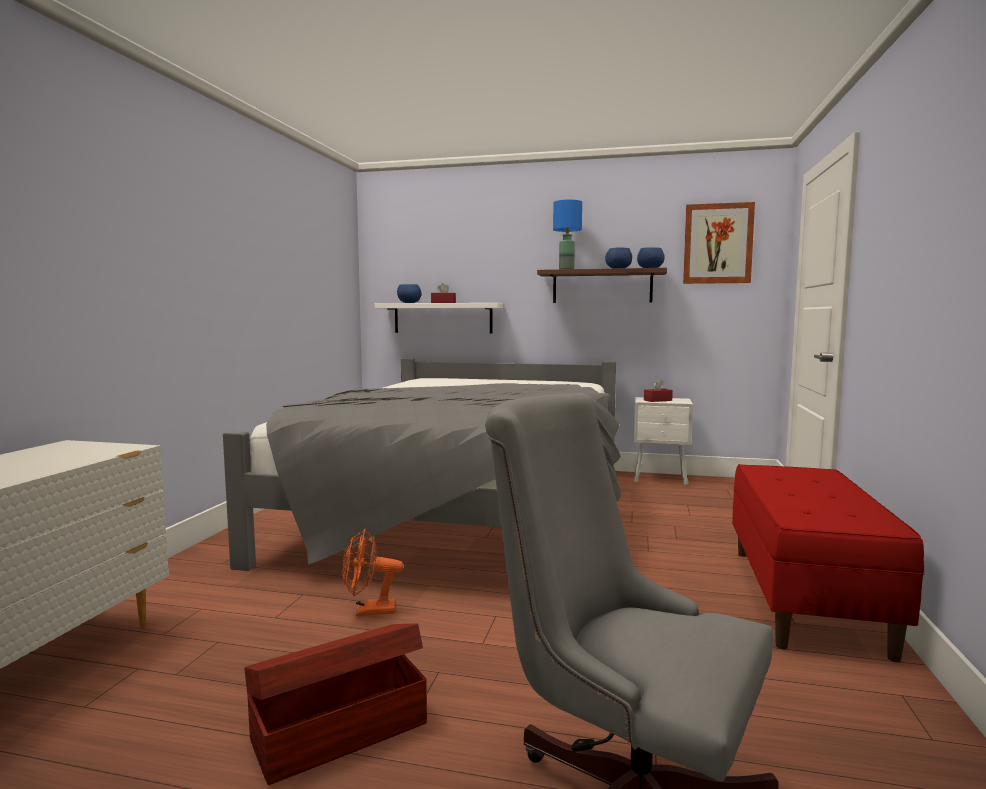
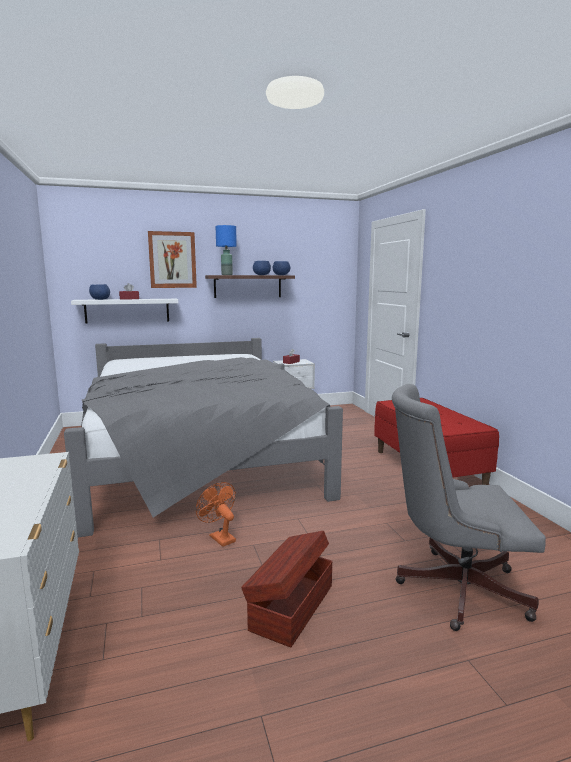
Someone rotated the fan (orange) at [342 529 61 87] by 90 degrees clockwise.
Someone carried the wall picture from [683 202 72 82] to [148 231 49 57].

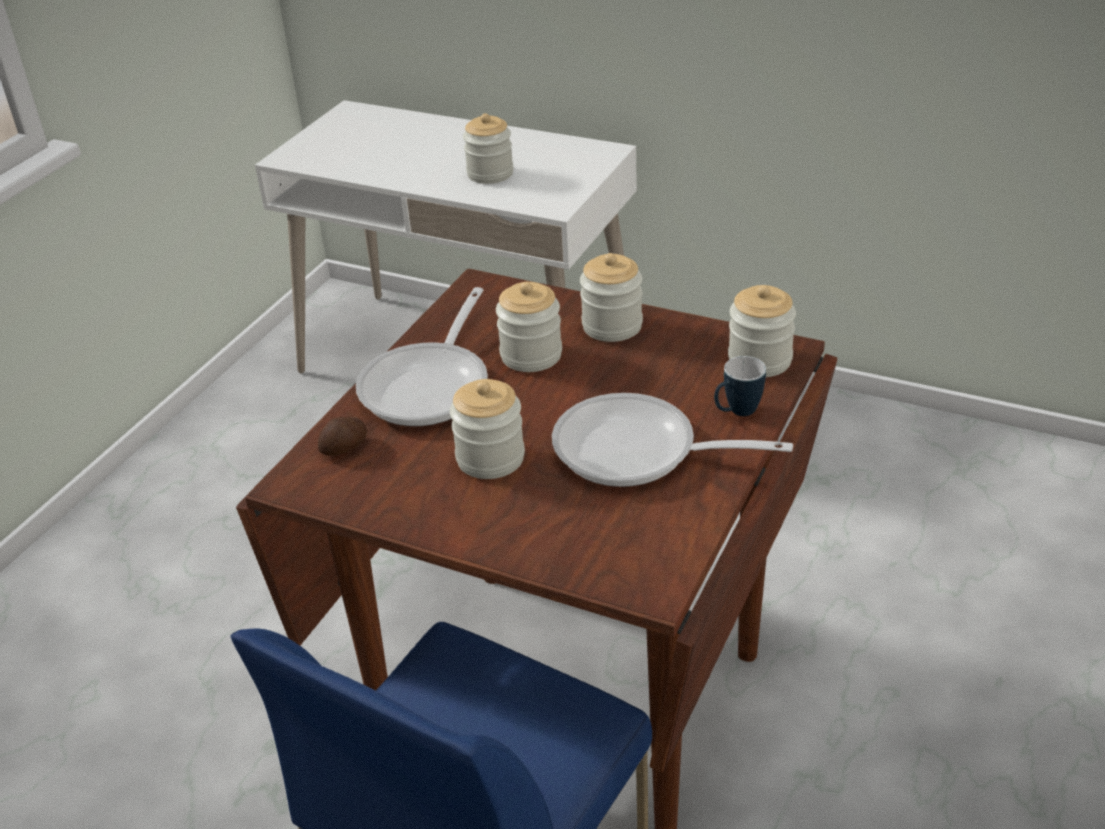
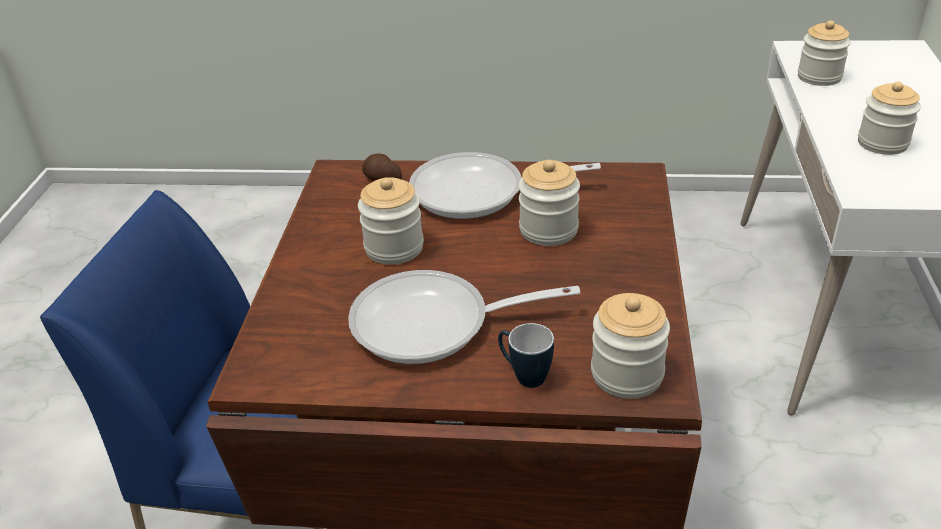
Someone rotated the skillet at [552 393 241 94] by 90 degrees counterclockwise.
Someone carried the jar from [580 253 63 89] to [798 20 53 66].

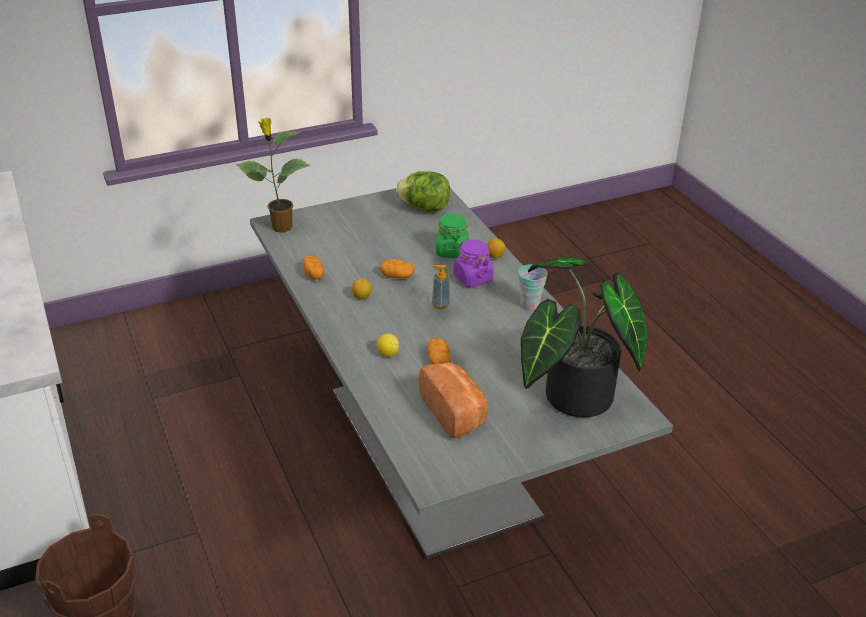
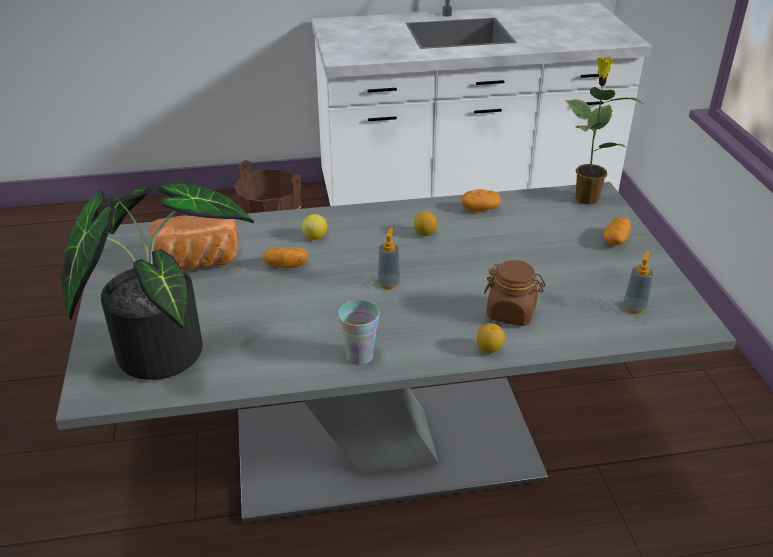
Someone carried the whole potato from [380 259 35 19] to [604 217 27 28].
Someone swapped the lettuce at [396 171 54 41] for the soap bottle at [623 251 30 63].
Someone repainted the jar (green) at [436 213 33 45], which became the jar (brown) at [484 260 62 66].
Someone took away the jar (purple-coloured) at [453 240 41 48].

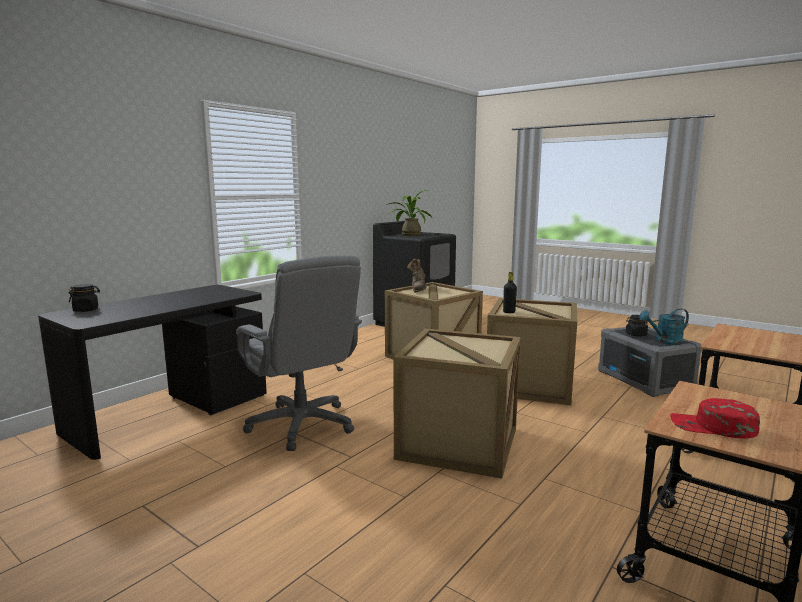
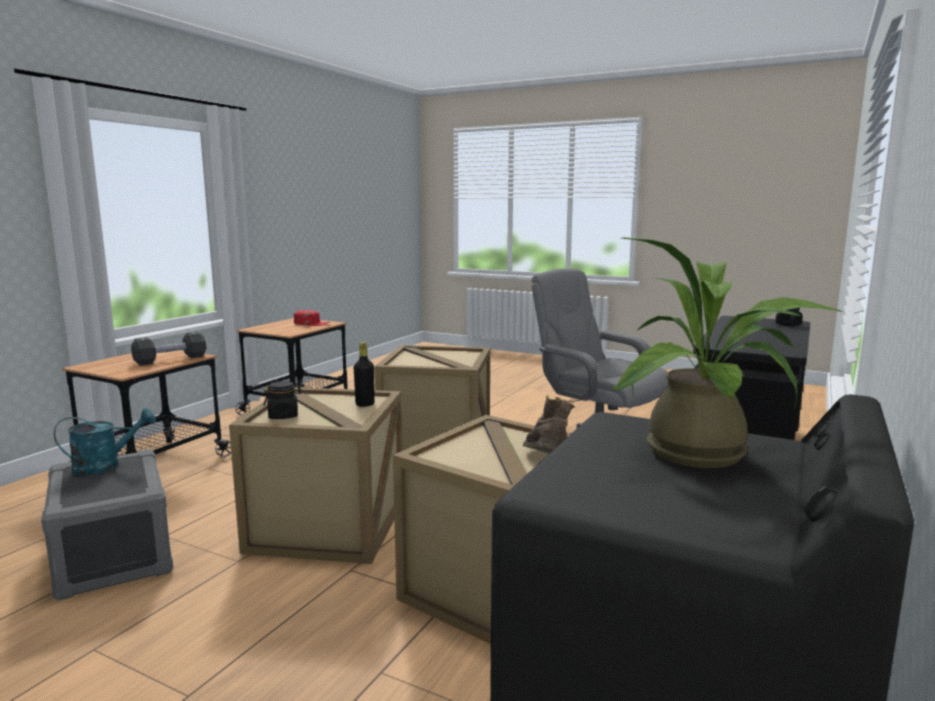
Someone carried the jar (blackish) from [626 315 22 21] to [263 381 39 38].
Someone put down the free weight (blackish) at [131 332 75 33].

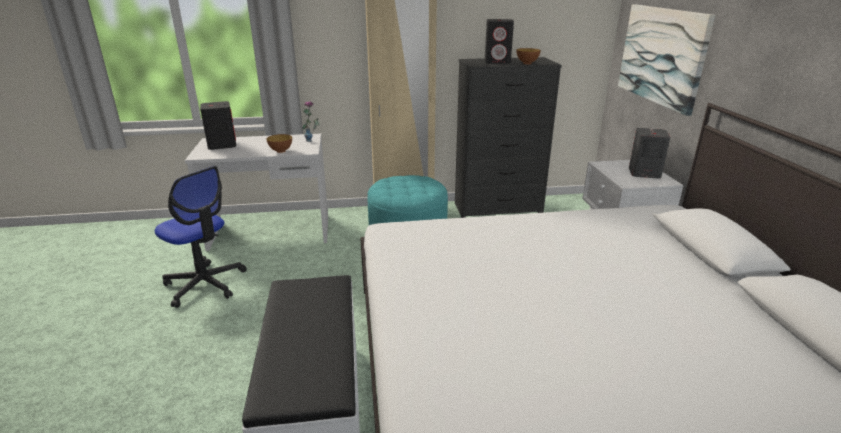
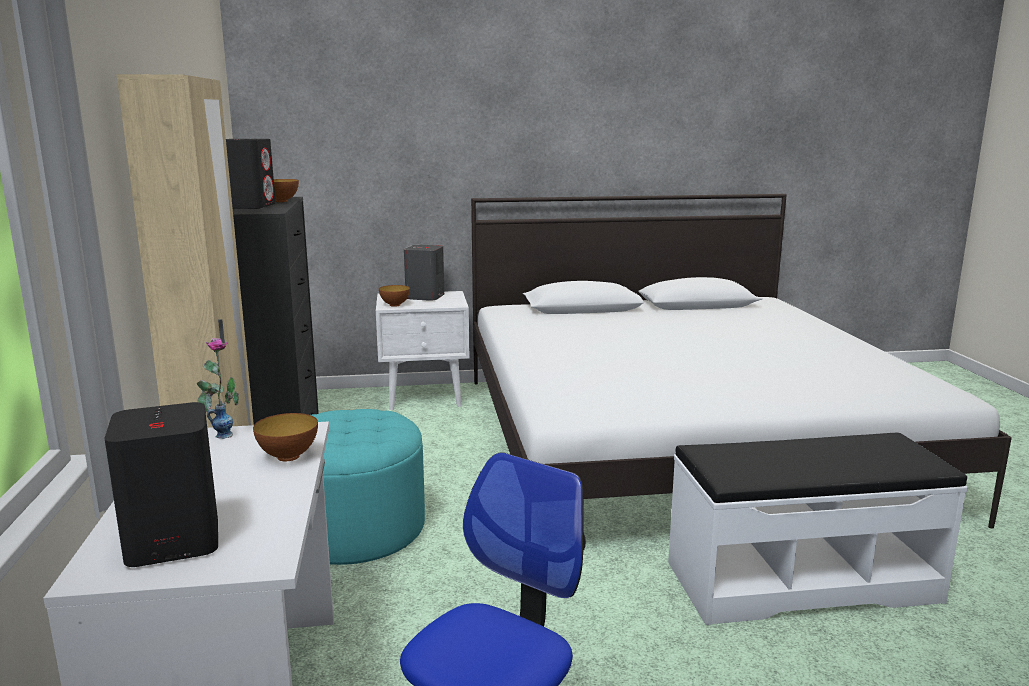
Someone took away the wall picture at [618 4 97 112].
Someone put down the bowl at [379 285 31 22].

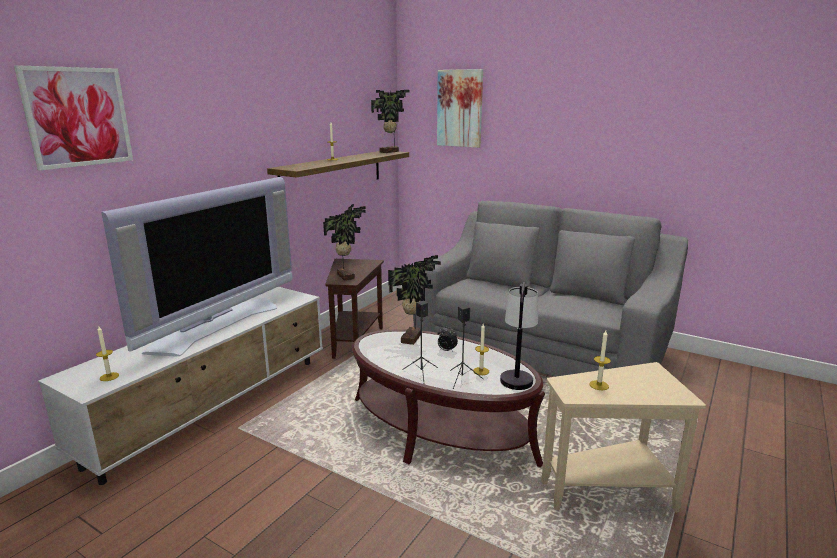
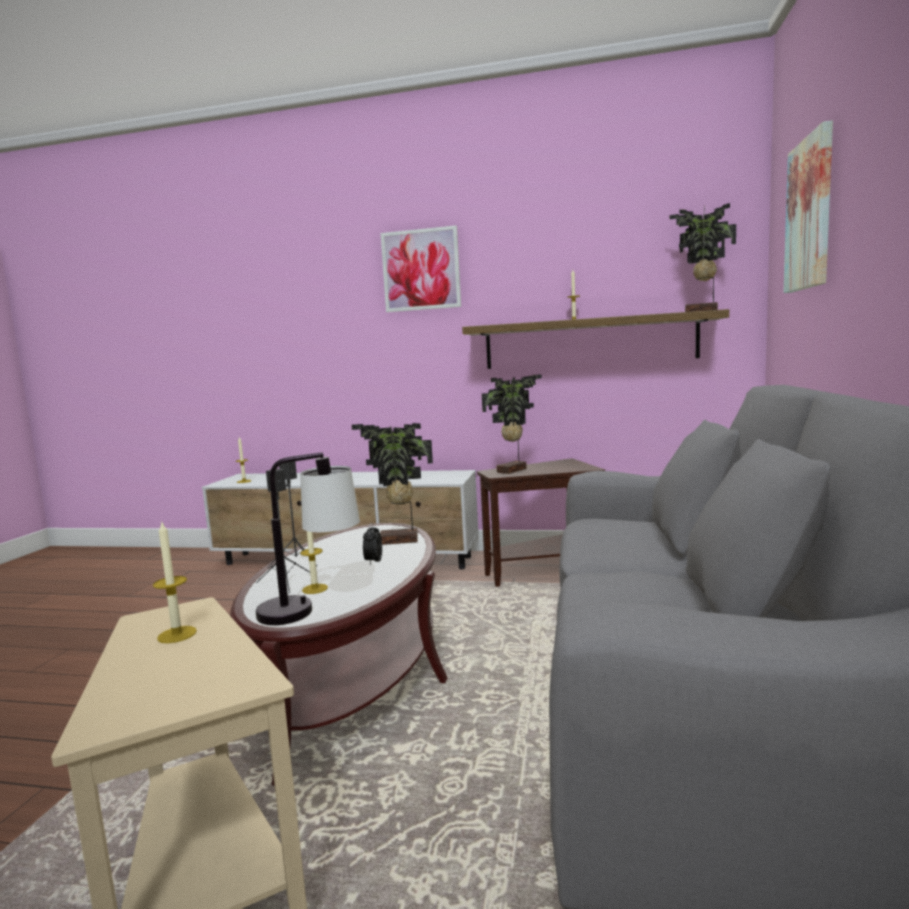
Someone carried the wall picture from [14 65 119 106] to [380 225 81 87].
Someone took away the TV at [101 177 191 179].

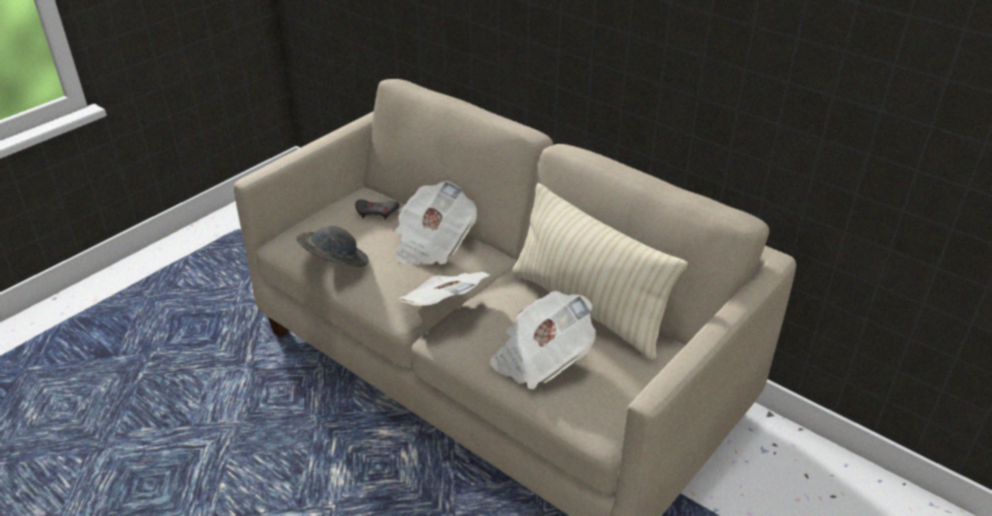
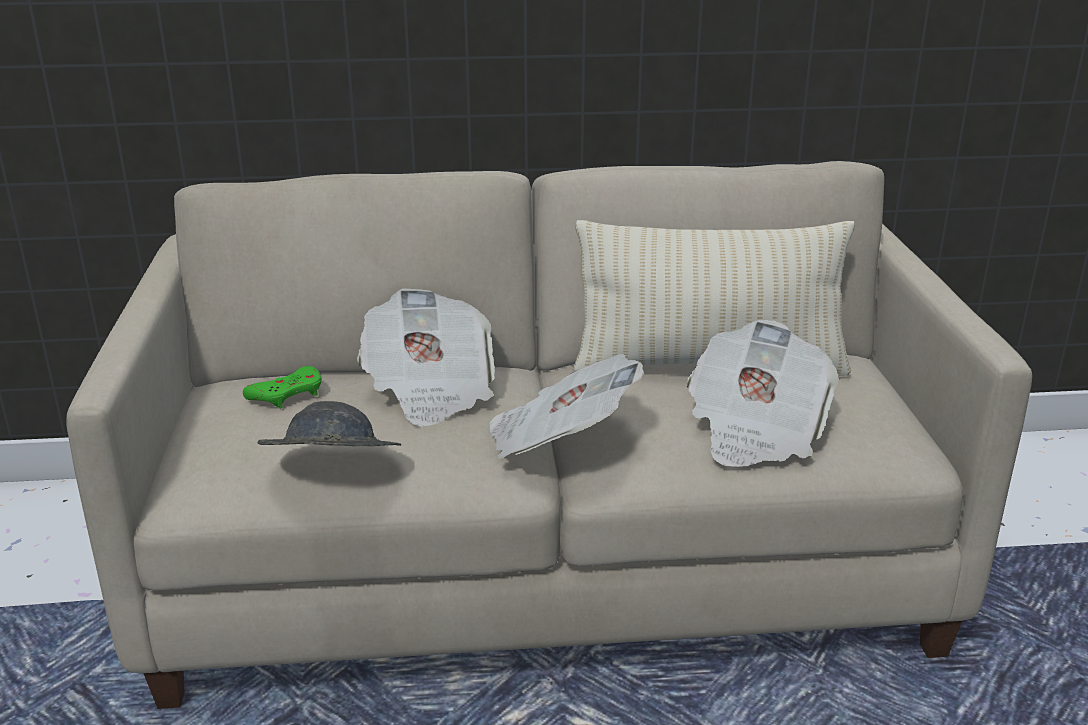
Someone repainted the gamepad (gray) at [355 199 45 21], which became the gamepad (green) at [243 366 79 43].

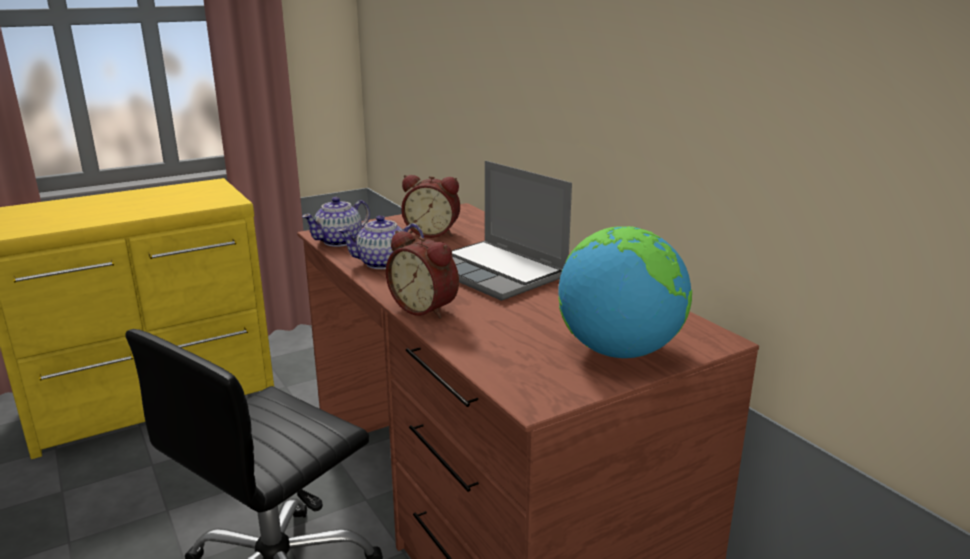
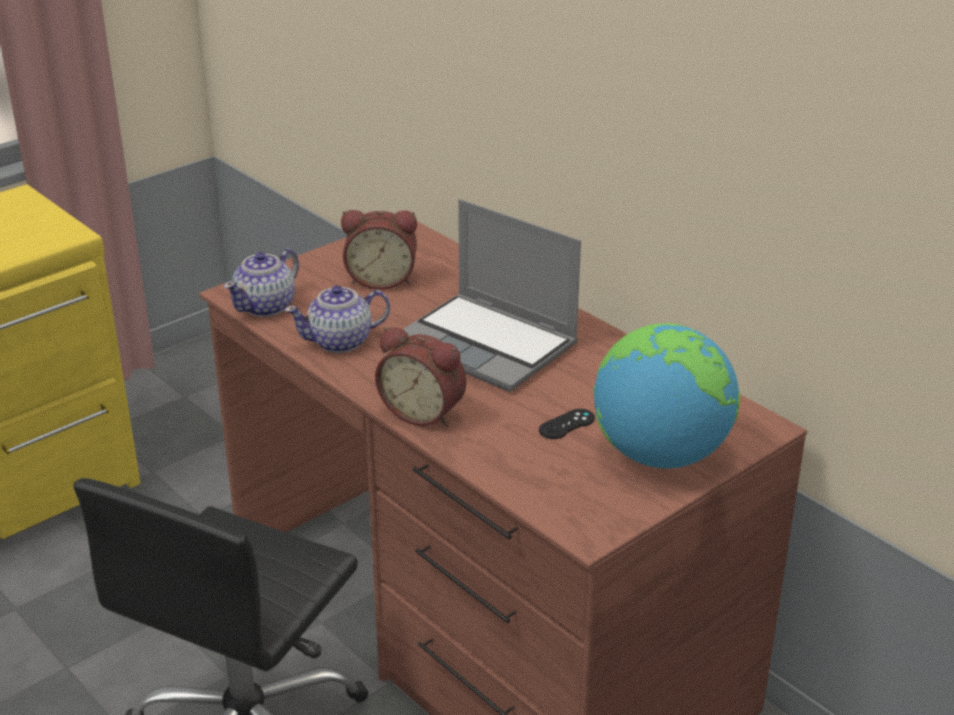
Someone put down the gamepad (blackish) at [539 409 56 30].

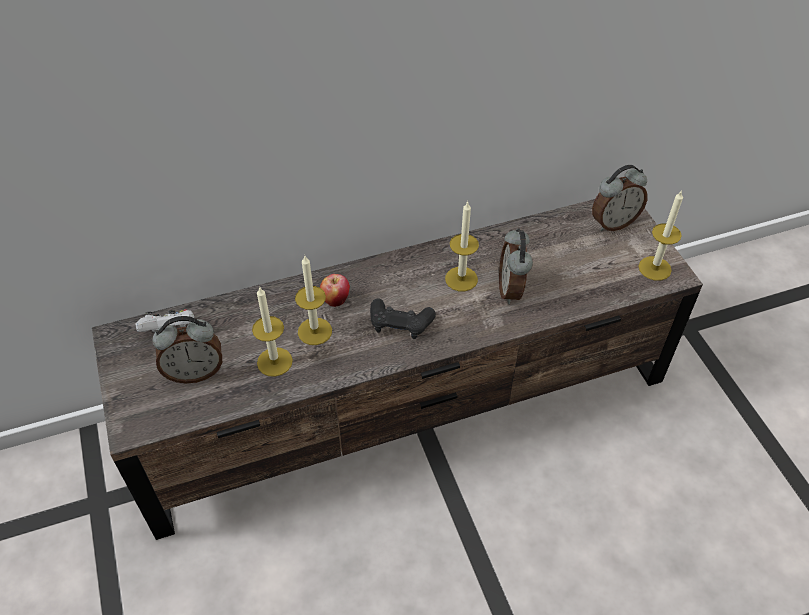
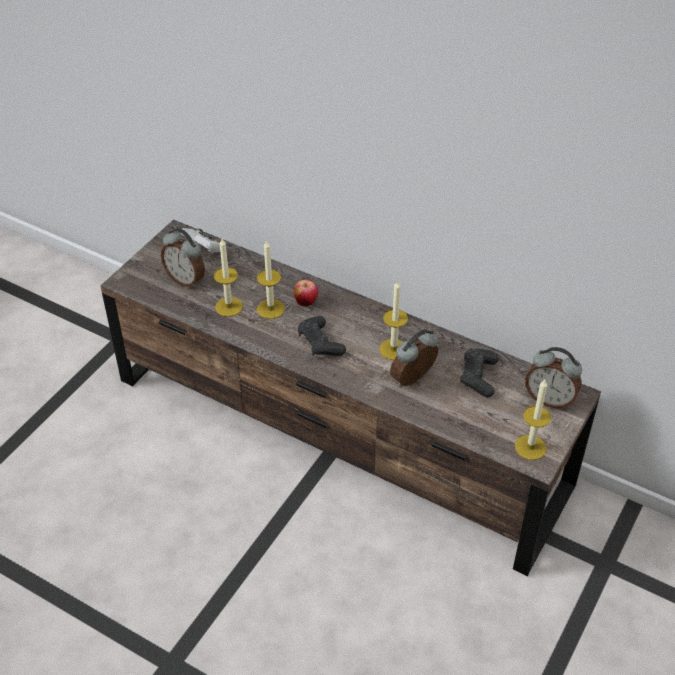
Someone put down the gamepad (blackish) at [460 349 39 49].

